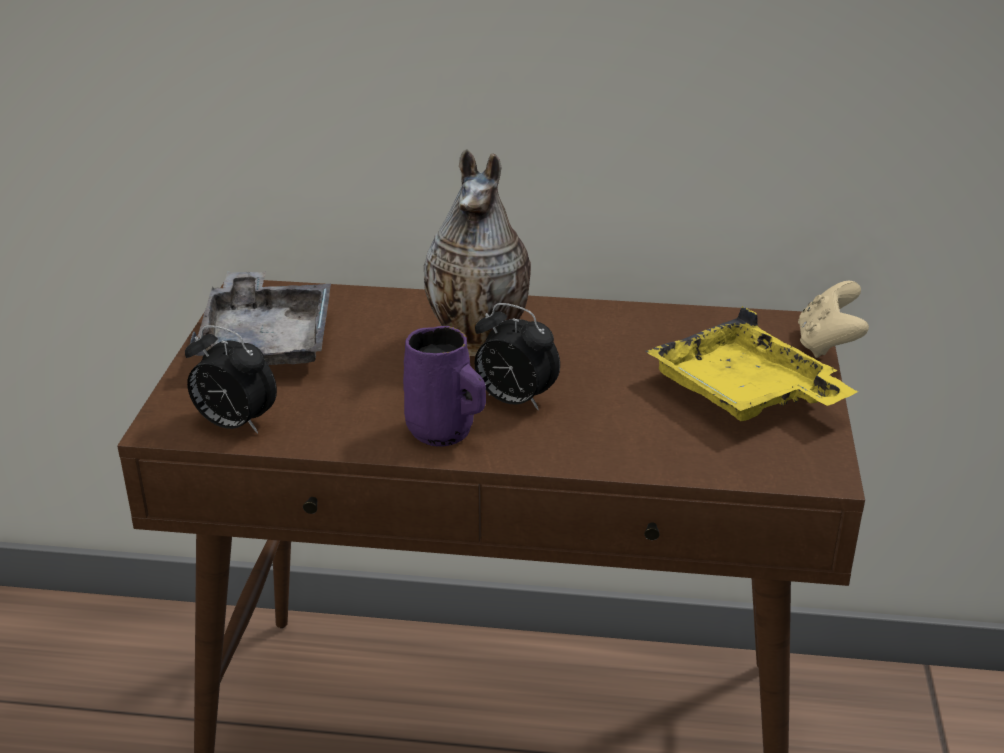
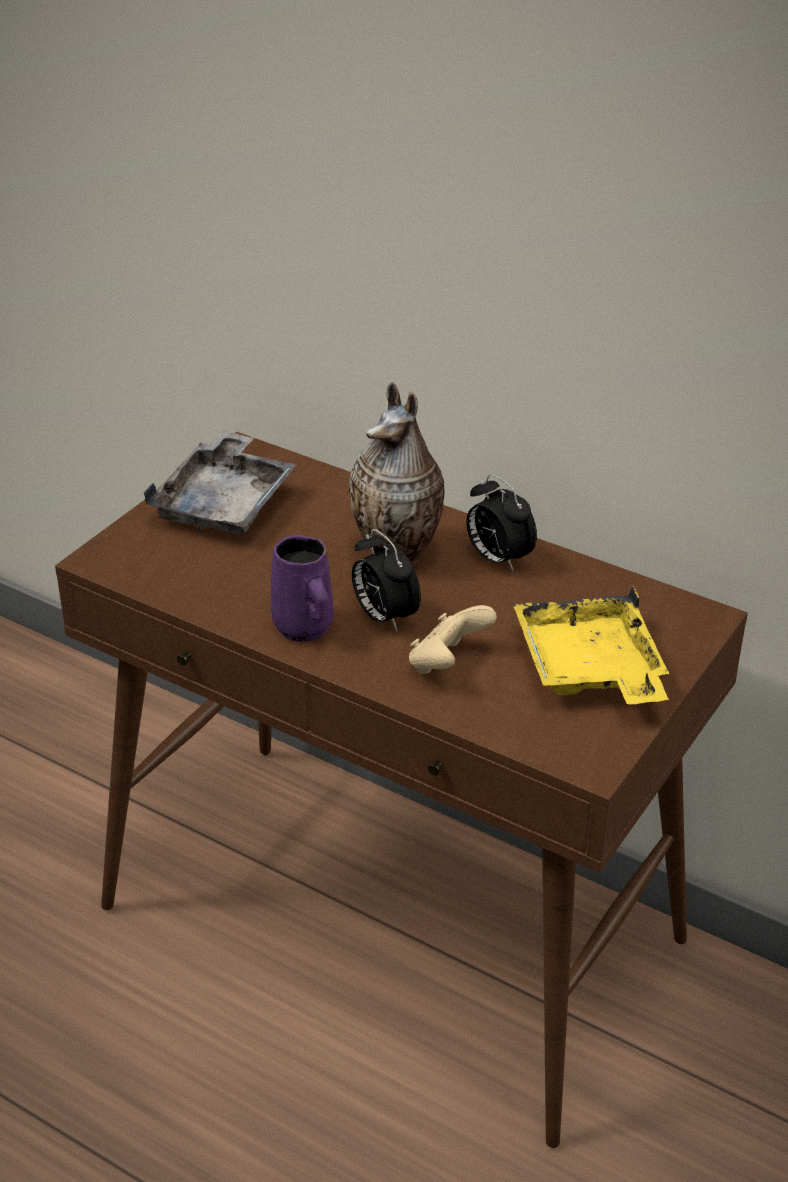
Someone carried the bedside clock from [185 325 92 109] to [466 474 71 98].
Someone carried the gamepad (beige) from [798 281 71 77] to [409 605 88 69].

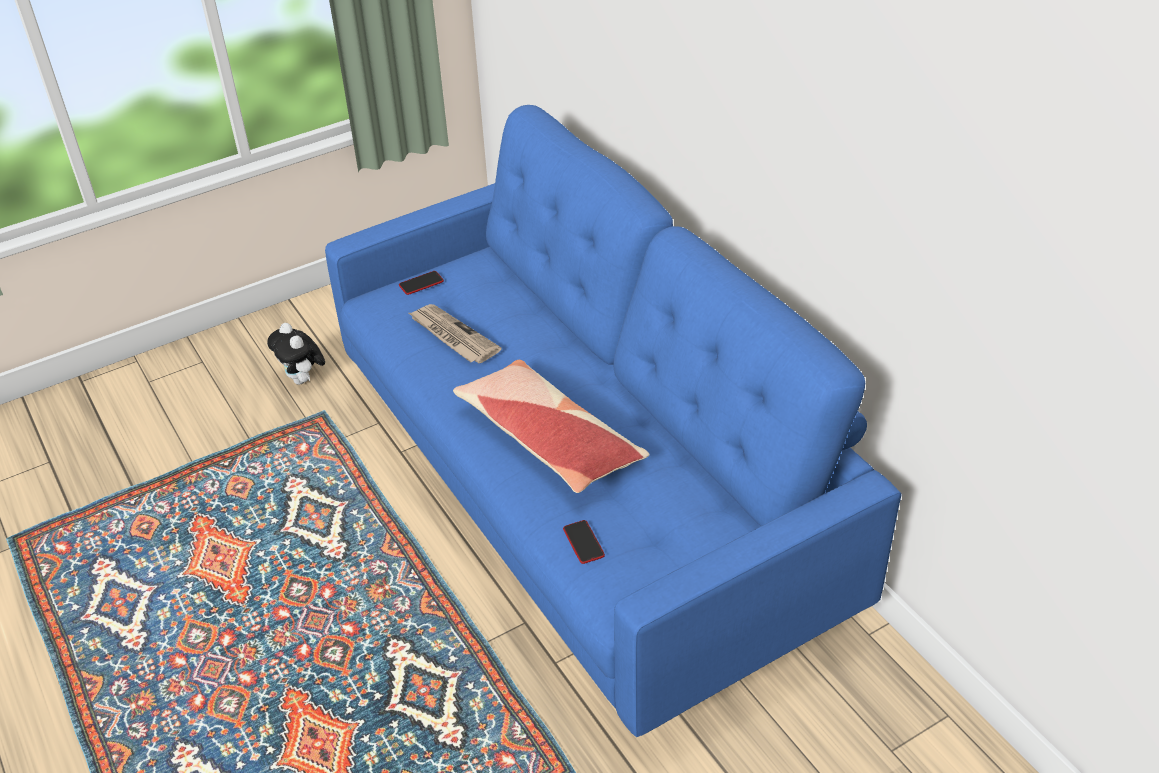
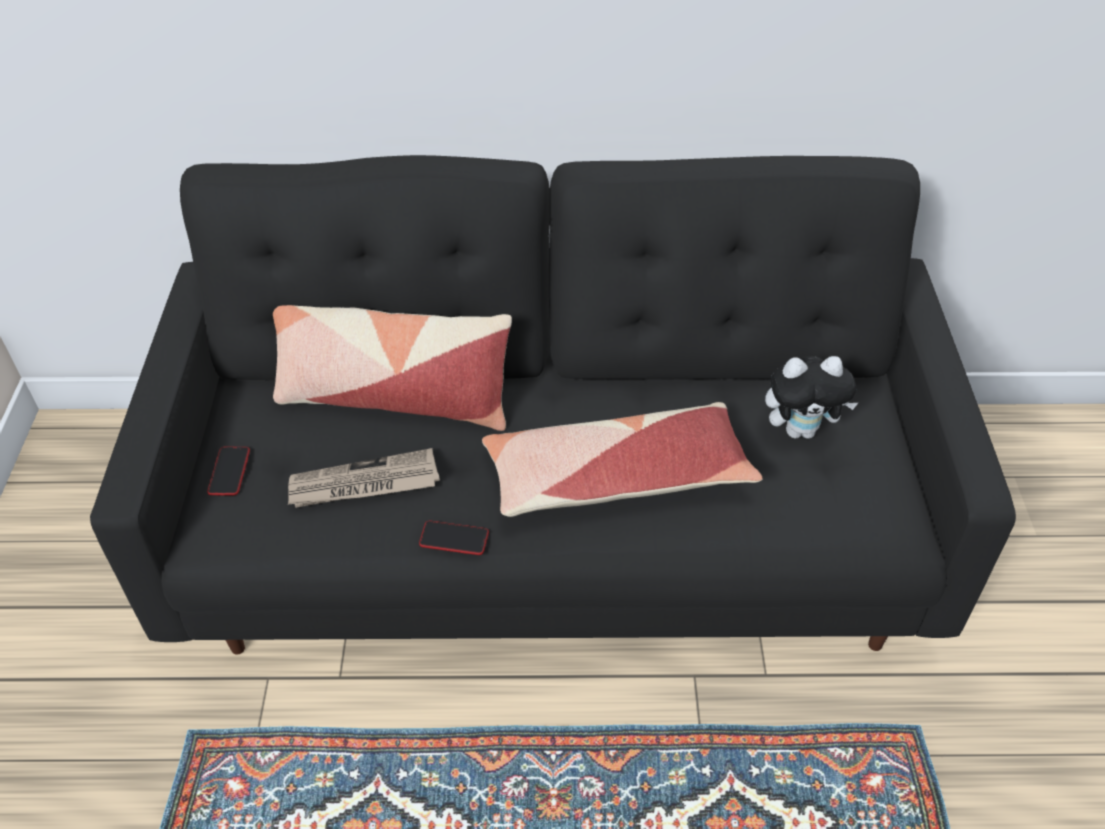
Someone carried the soft toy from [267 323 58 62] to [765 356 93 83].
Someone repainted the sofa (bluish) at [325 105 576 632], which became the sofa (blackish) at [90 155 926 500].
Someone carried the telephone from [563 520 42 44] to [419 521 70 34].
Someone put down the throw pillow at [273 305 239 126].

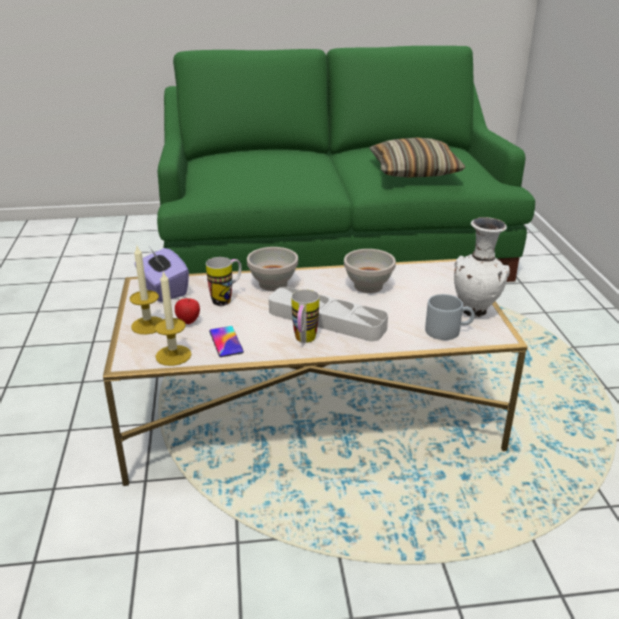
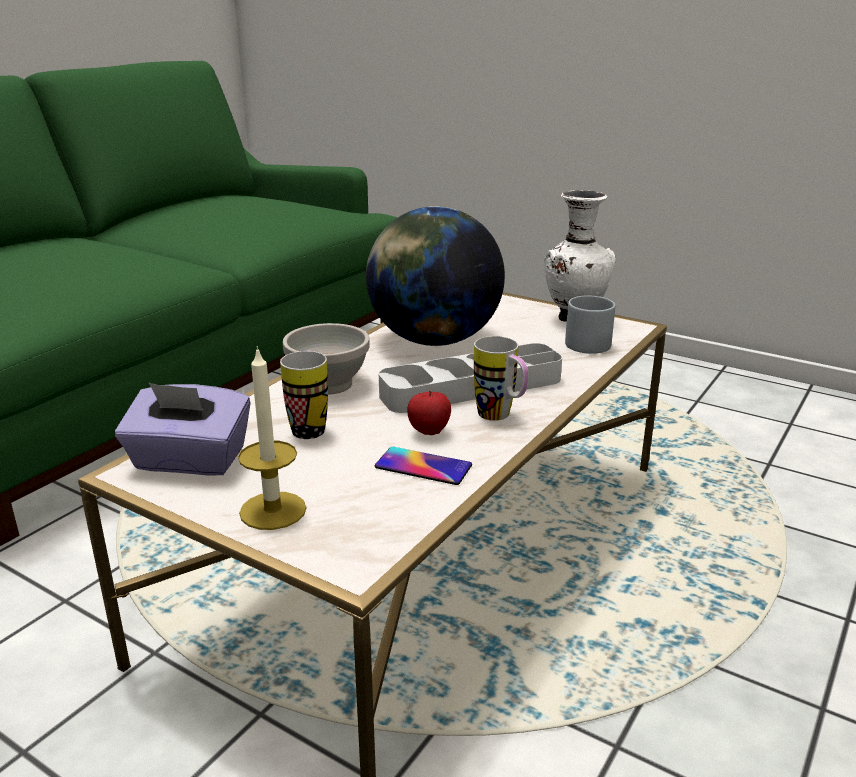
Someone took away the candle at [154 270 38 96].
Someone carried the apple fruit from [175 298 25 26] to [407 391 44 44].
Someone swapped the bowl (white) at [344 249 52 44] for the world globe at [366 206 139 140].
Someone took away the throw pillow at [369 137 96 40].

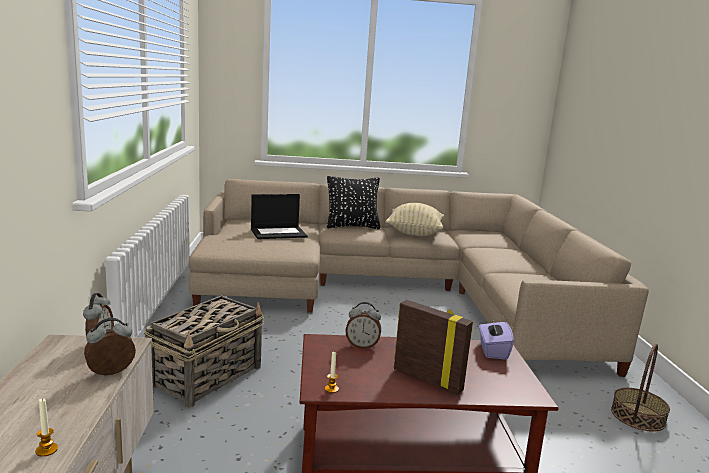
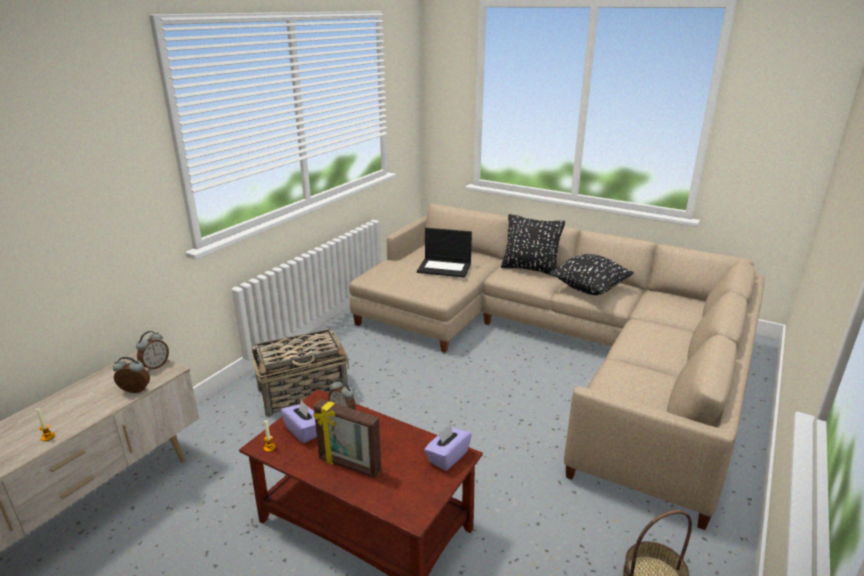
Someone repainted the throw pillow (beige) at [385 203 59 33], which became the throw pillow (blackish) at [549 254 85 41].
Someone rotated the photo frame at [394 300 79 95] by 135 degrees clockwise.
Someone put down the box of tissues (purple-coloured) at [281 400 36 43].

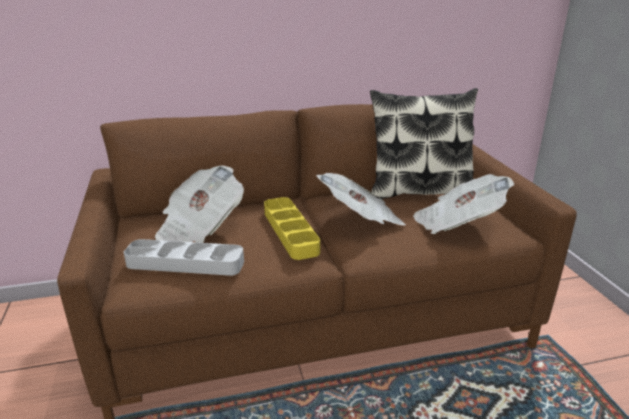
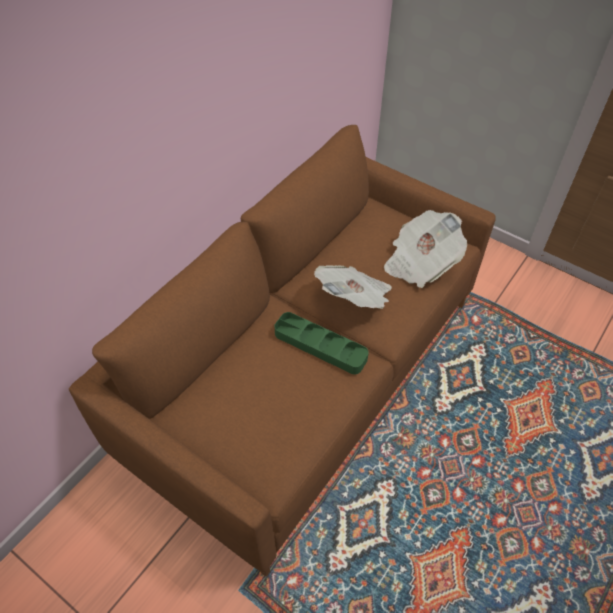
Someone took away the serving tray (gray) at [124 239 120 37].
Someone took away the daily paper at [155 165 89 78].
Someone repainted the serving tray (yellowish) at [264 197 56 63], which became the serving tray (green) at [274 312 95 62].
Someone took away the throw pillow at [370 88 108 111].

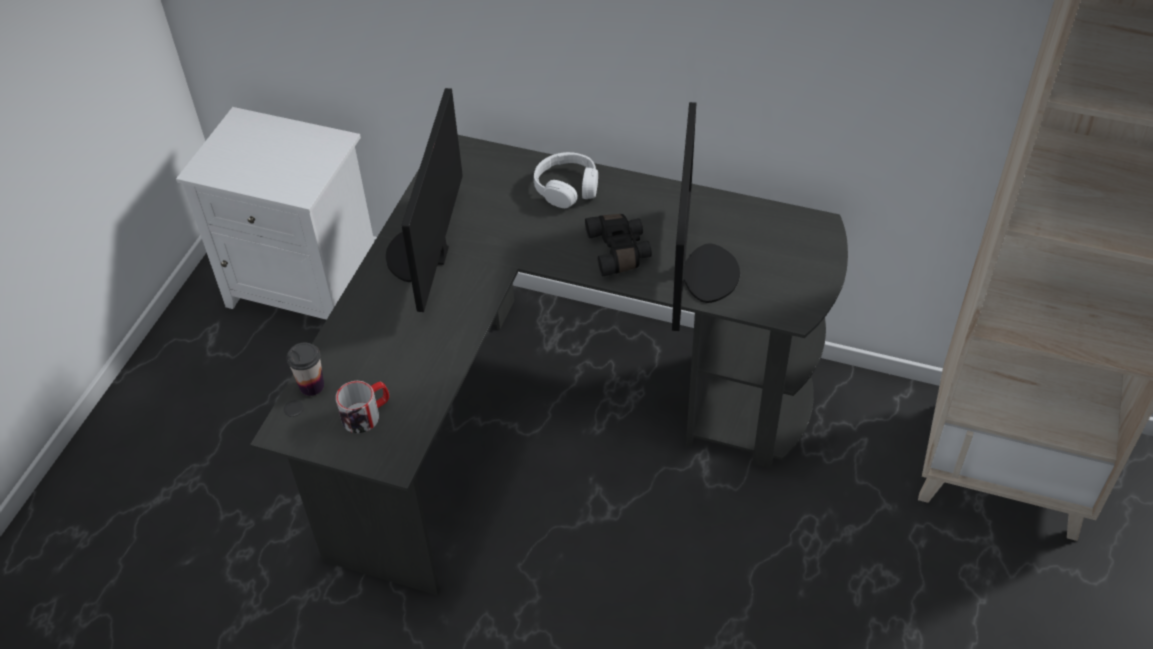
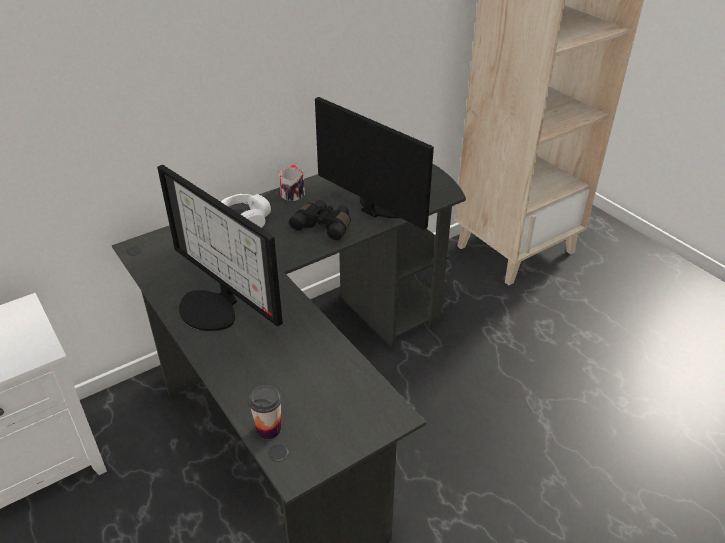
Someone carried the coffee mug from [336 381 53 52] to [279 165 26 36].

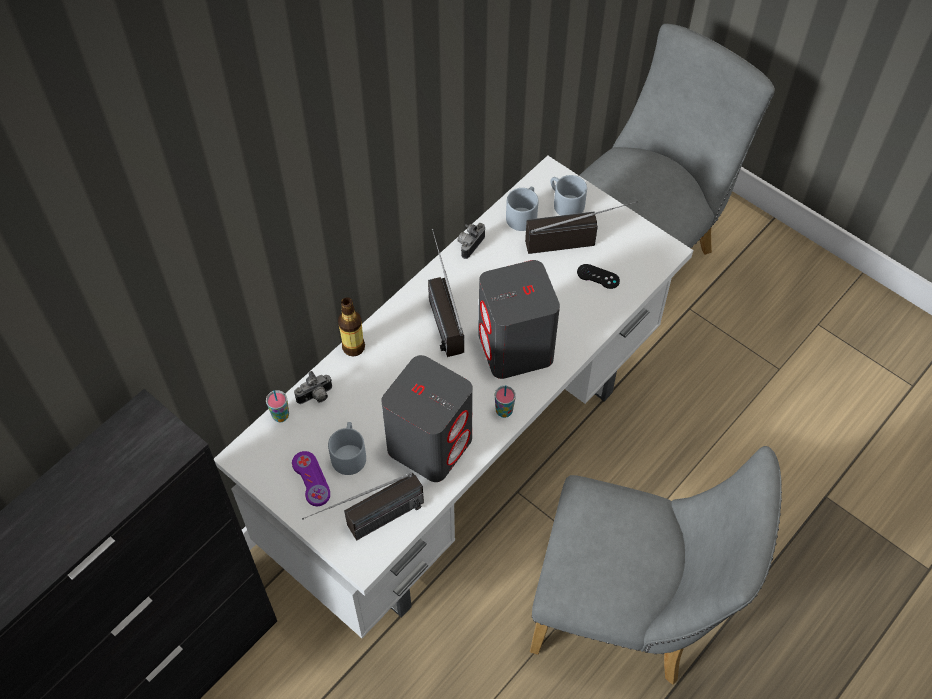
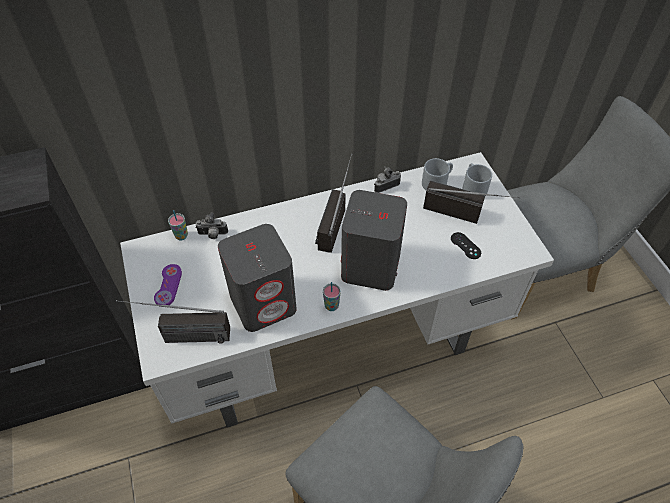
Someone took away the coffee mug (gray) at [328 422 38 53].
Someone took away the beverage bottle at [338 297 27 59].

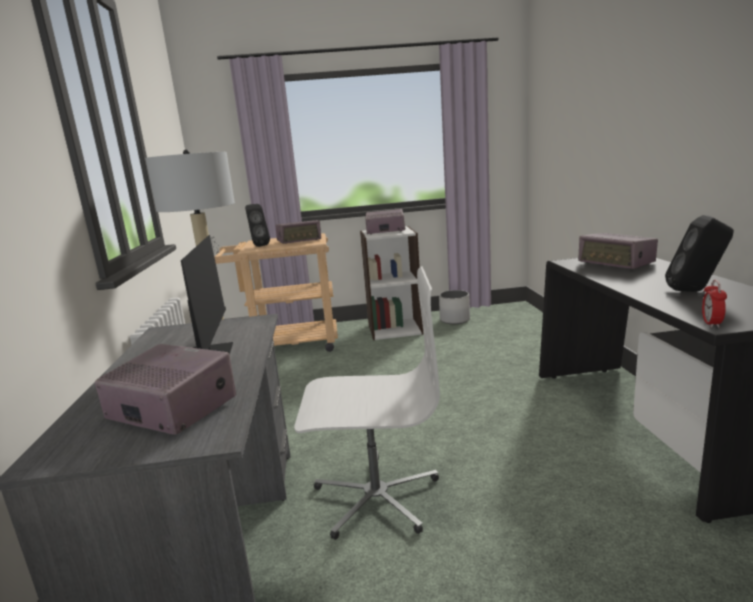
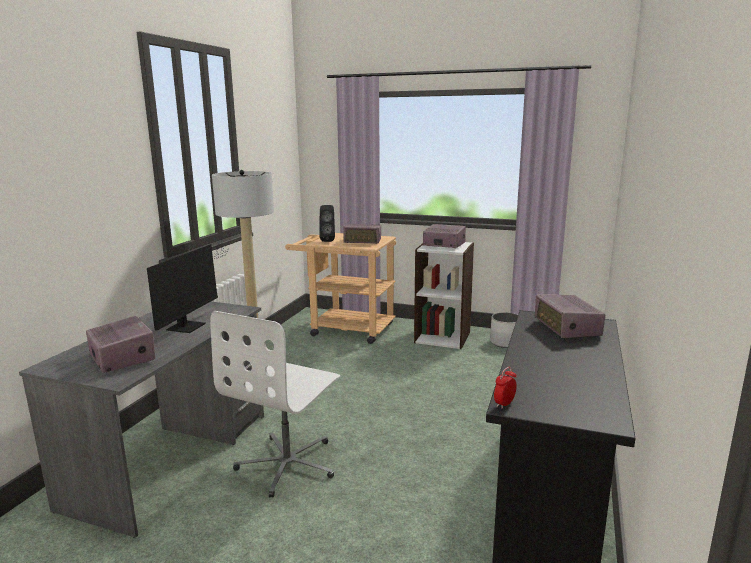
Someone rotated the computer chair (white) at [294 266 146 274] by 90 degrees clockwise.
Someone took away the audio speaker (blackish) at [665 215 69 77].

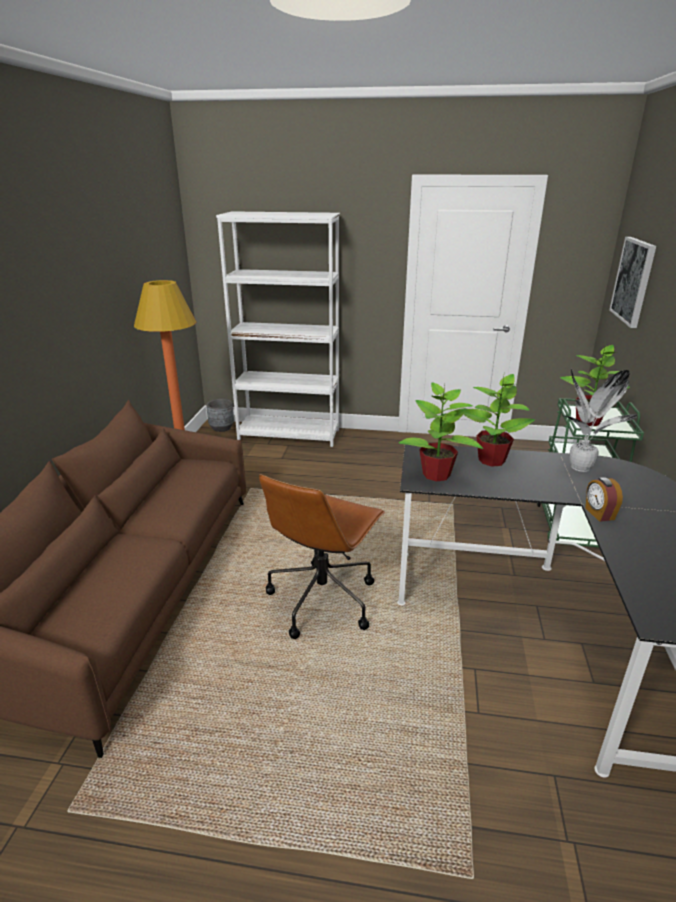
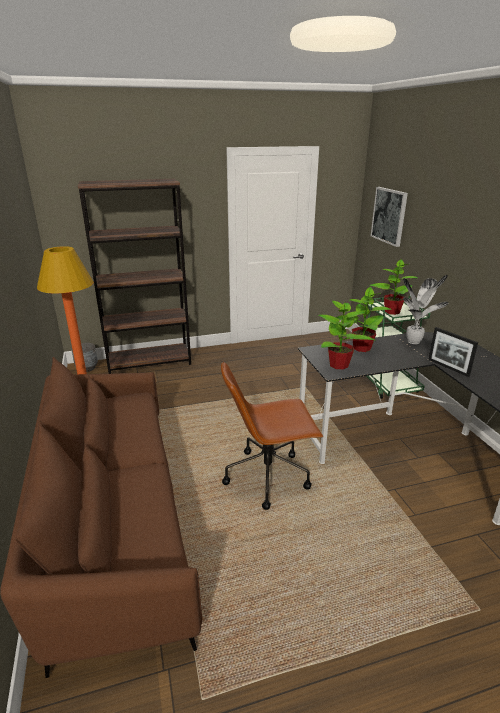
Someone repainted the bookcase (white) at [216 211 124 236], which became the bookcase (brown) at [78 179 113 195].
Someone rotated the computer chair (brown) at [259 474 126 165] by 75 degrees clockwise.
Someone swapped the bedside clock at [585 477 38 45] for the photo frame at [428 327 50 50].

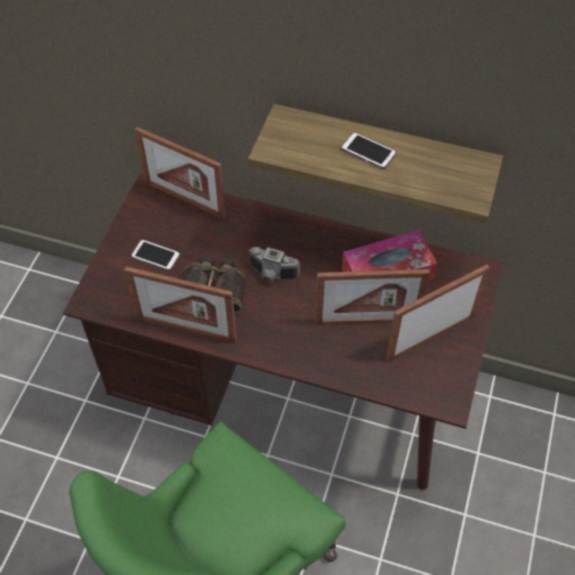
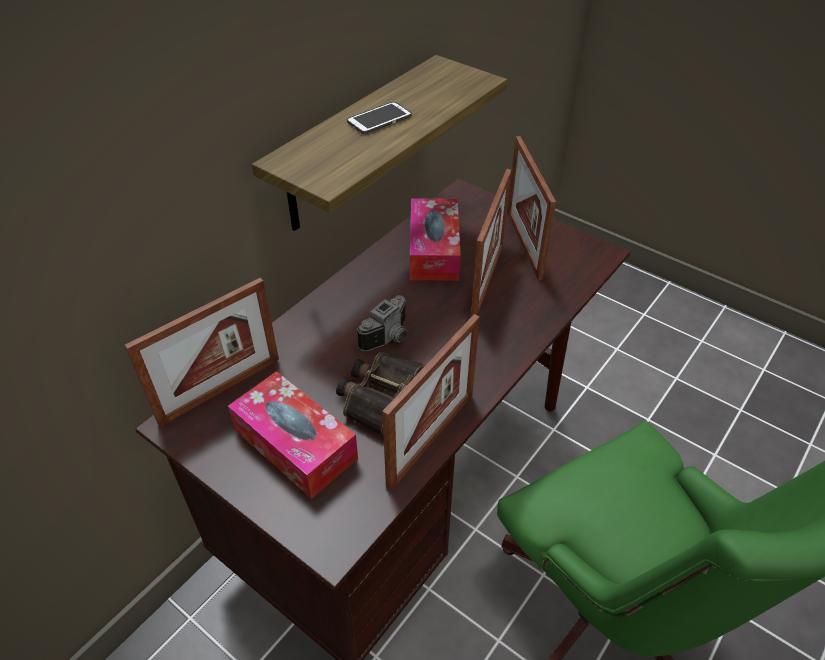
Someone swapped the telephone at [131 240 49 31] for the box of tissues at [228 371 130 128].

